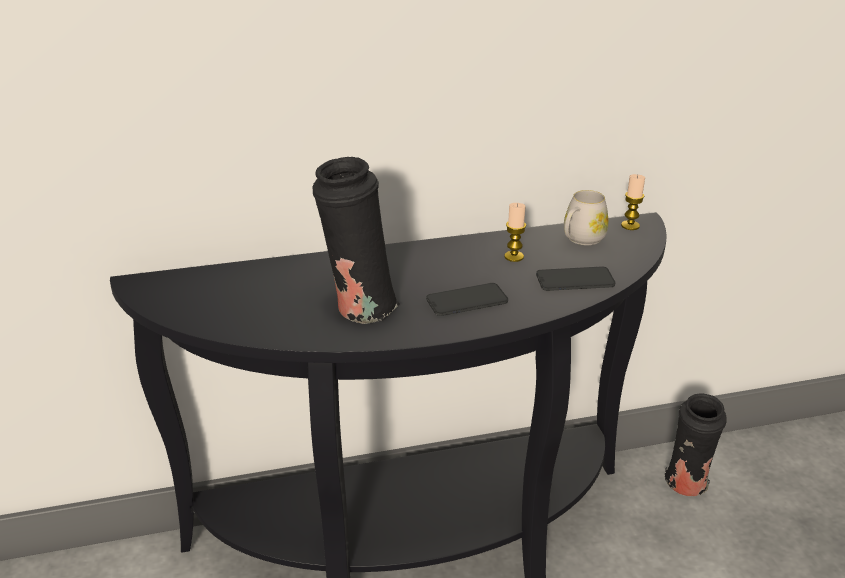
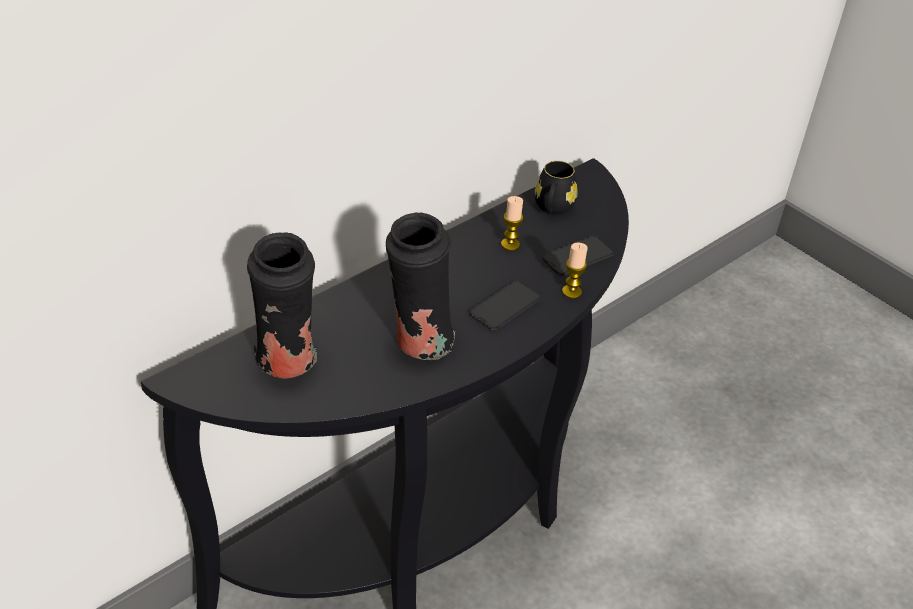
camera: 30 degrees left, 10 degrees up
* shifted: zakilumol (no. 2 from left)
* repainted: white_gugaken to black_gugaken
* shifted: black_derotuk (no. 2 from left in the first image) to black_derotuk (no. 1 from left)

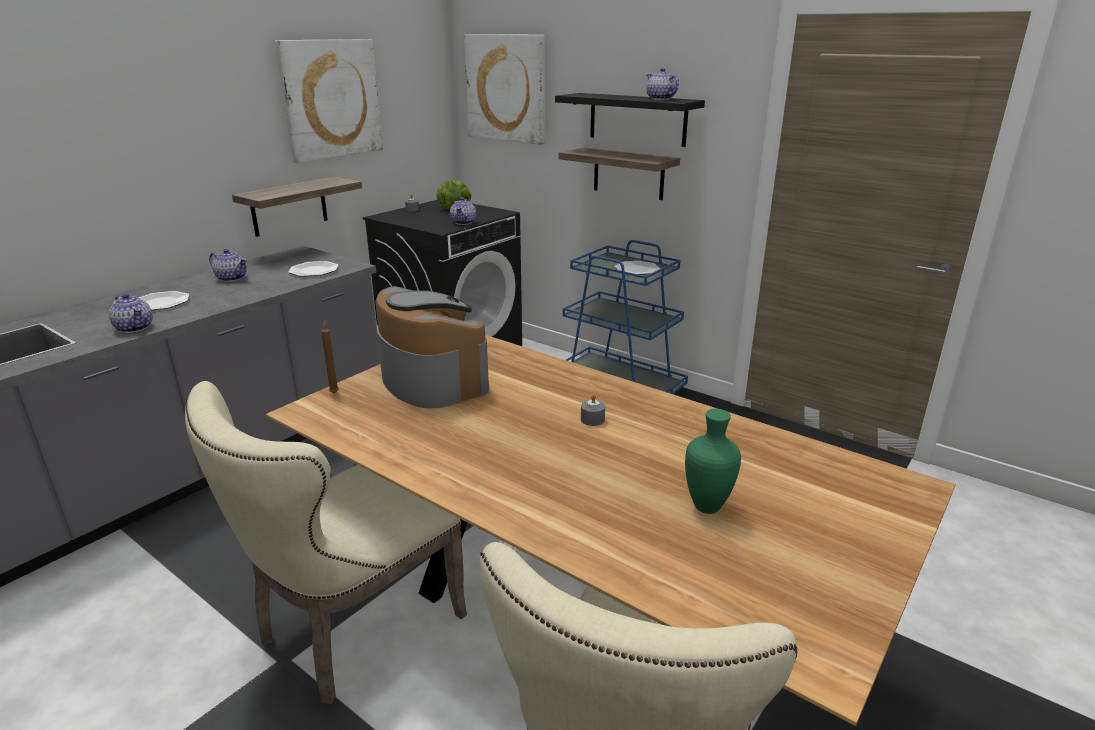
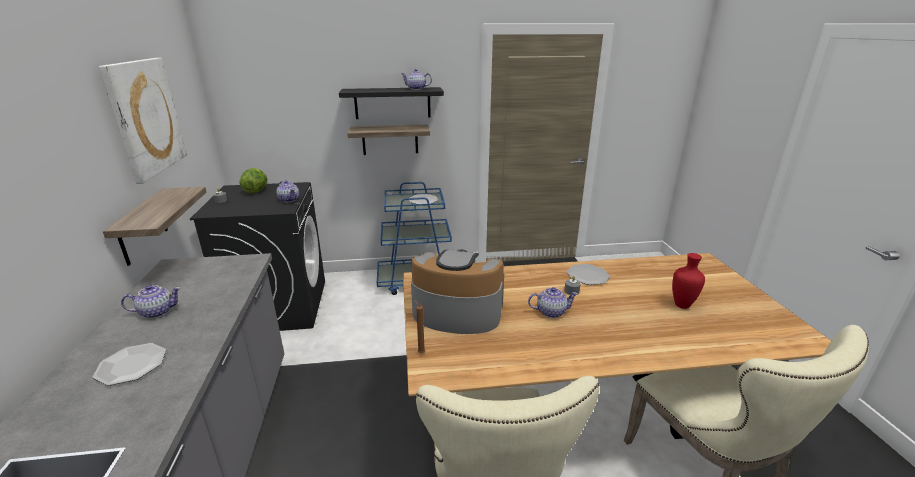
camera: 45 degrees left, 0 degrees up
* gone: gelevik (no. 2 from left)
* shifted: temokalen (no. 2 from left in the first image) to temokalen (no. 3 from left)
* shifted: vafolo (no. 1 from left in the first image) to vafolo (no. 4 from left)
* repainted: green_derotuk to red_derotuk

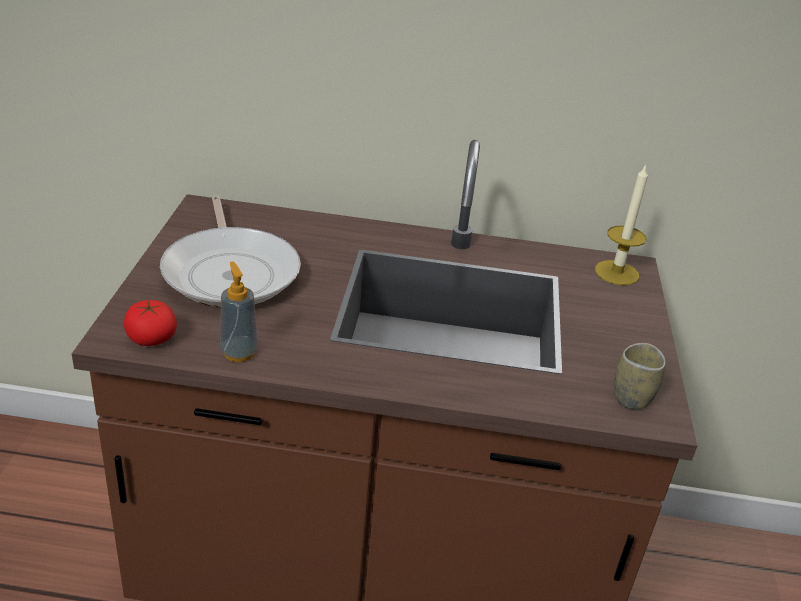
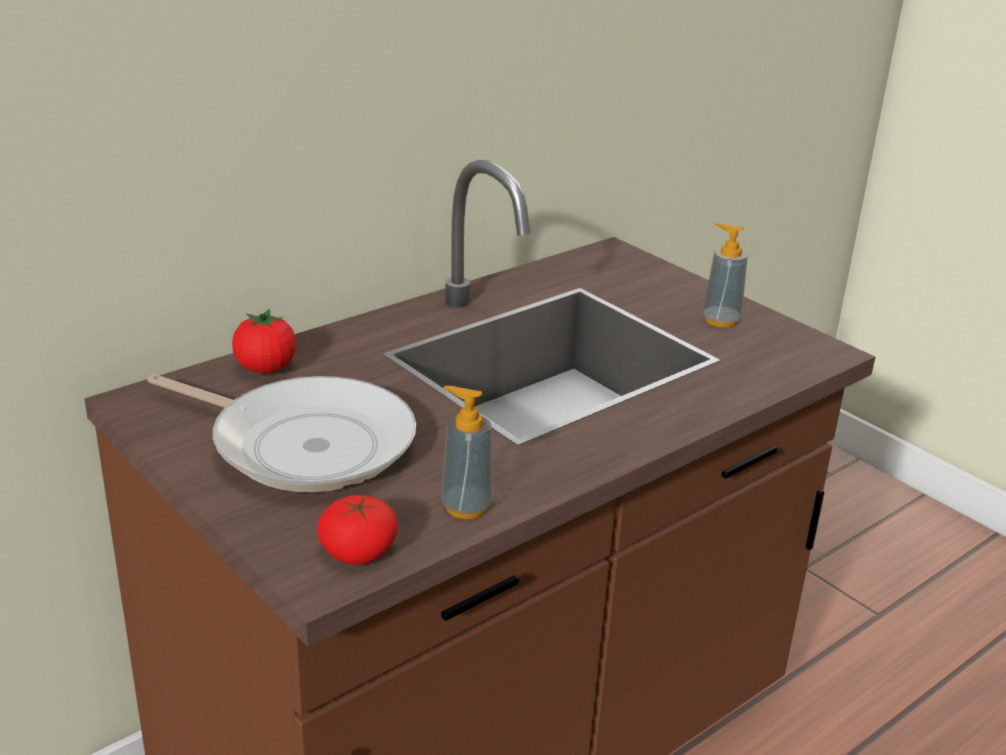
camera: 45 degrees left, 5 degrees down
* gone: zakilumol
* gone: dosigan
* new: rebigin (no. 2 from left)
* new: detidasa (no. 1 from left)

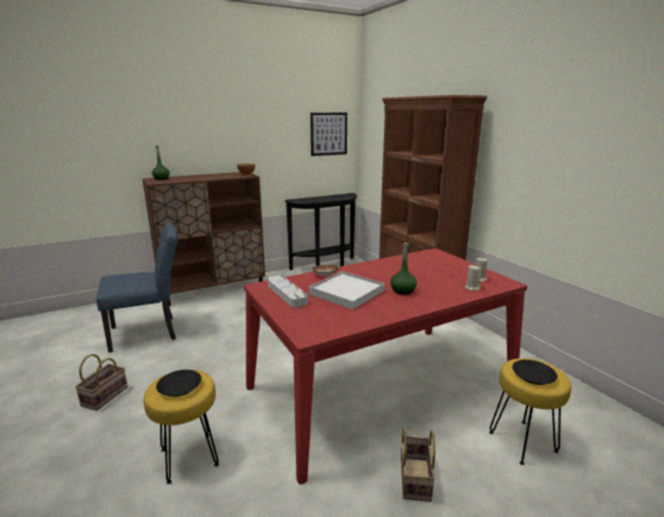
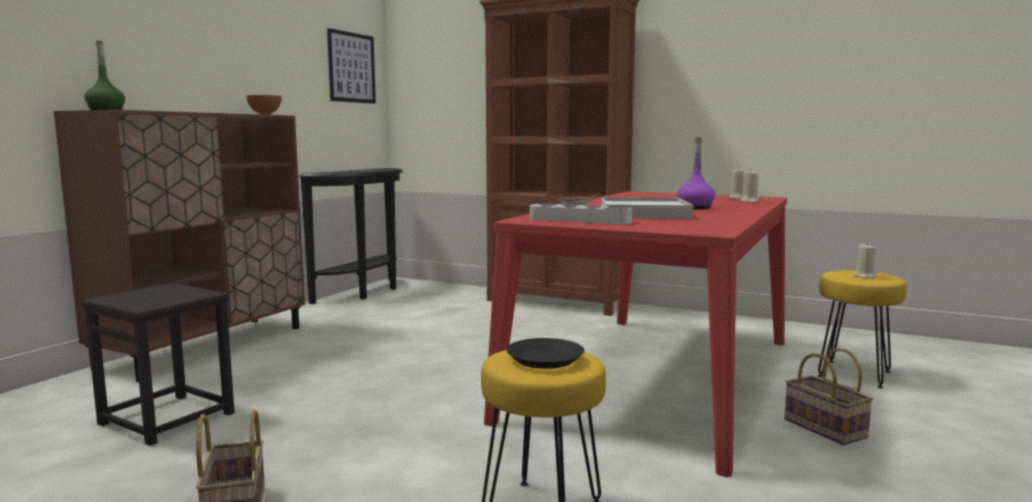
camera: 35 degrees left, 10 degrees down
* swapped: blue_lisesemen to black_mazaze
* repainted: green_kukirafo (no. 2 from left) to purple_kukirafo
* swapped: black_temokalen (no. 2 from left) to beige_zakilumol (no. 3 from left)

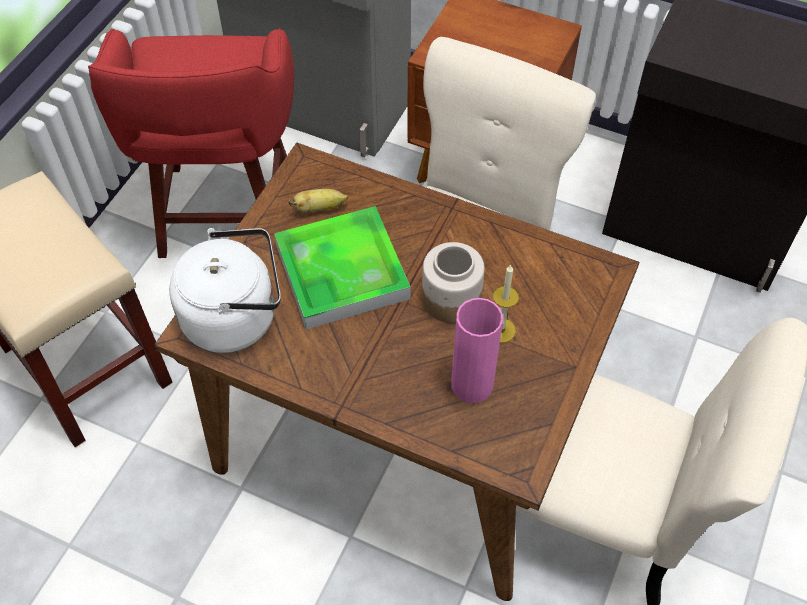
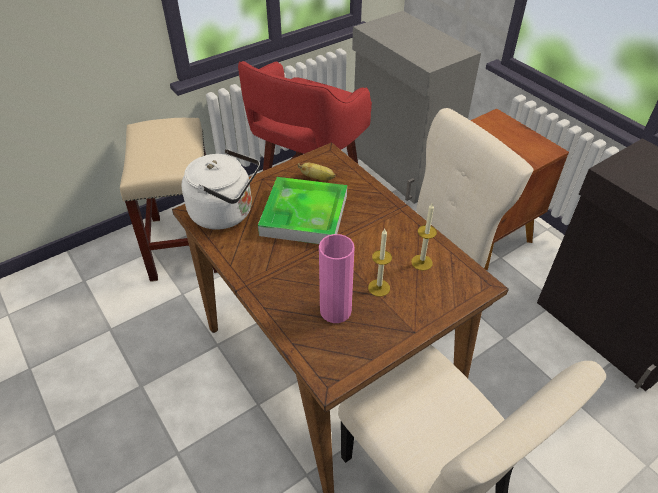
camera: 30 degrees right, 10 degrees down
* gone: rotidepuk
* new: zakilumol (no. 2 from left)

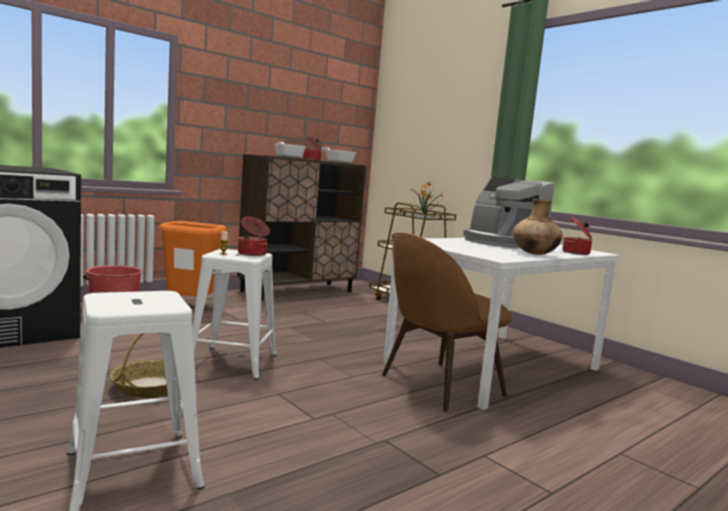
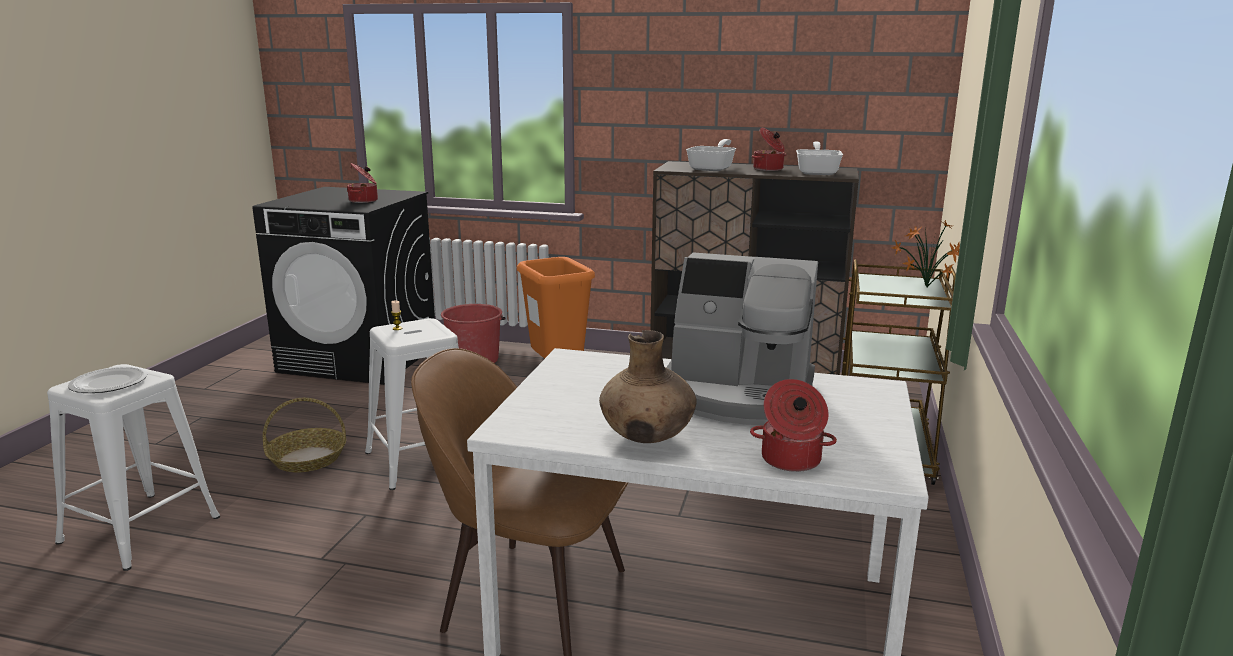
camera: 55 degrees right, 10 degrees up
* rotated: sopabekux 90 degrees counterclockwise
* shifted: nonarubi (no. 1 from left)
* new: temokalen

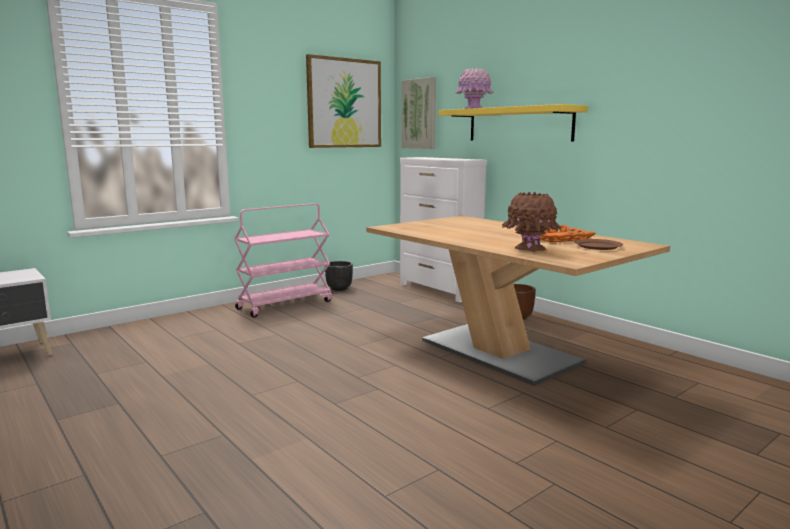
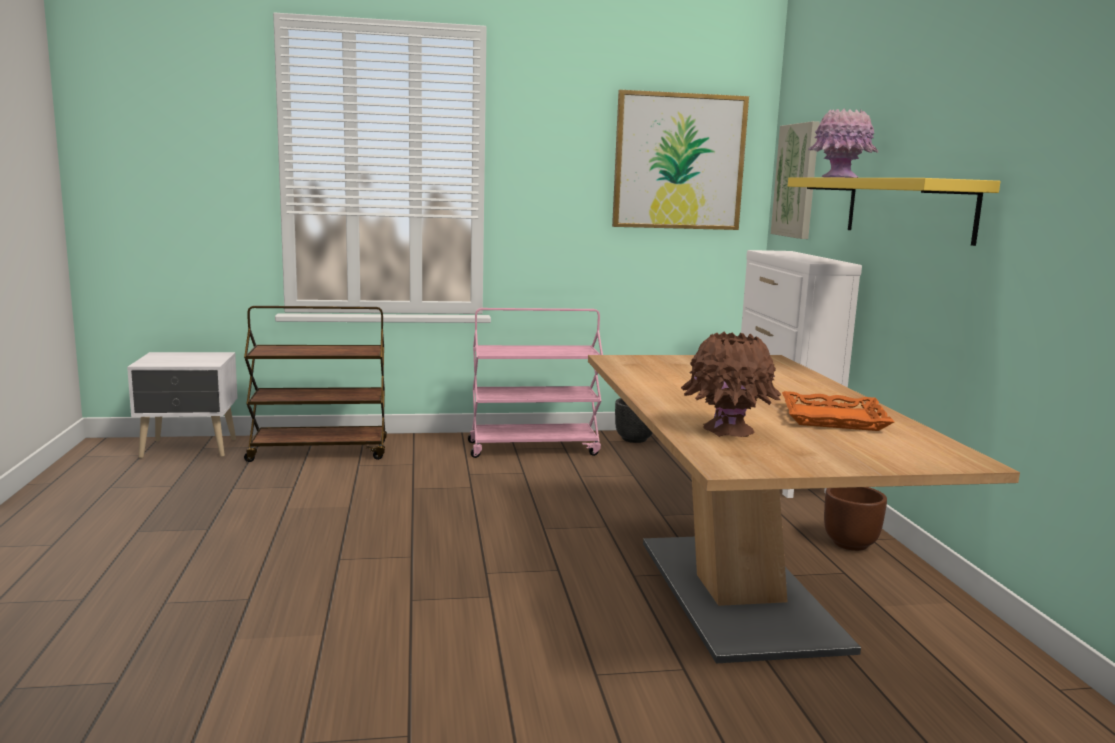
camera: 30 degrees right, 0 degrees up
* gone: brown_temokalen
* new: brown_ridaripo

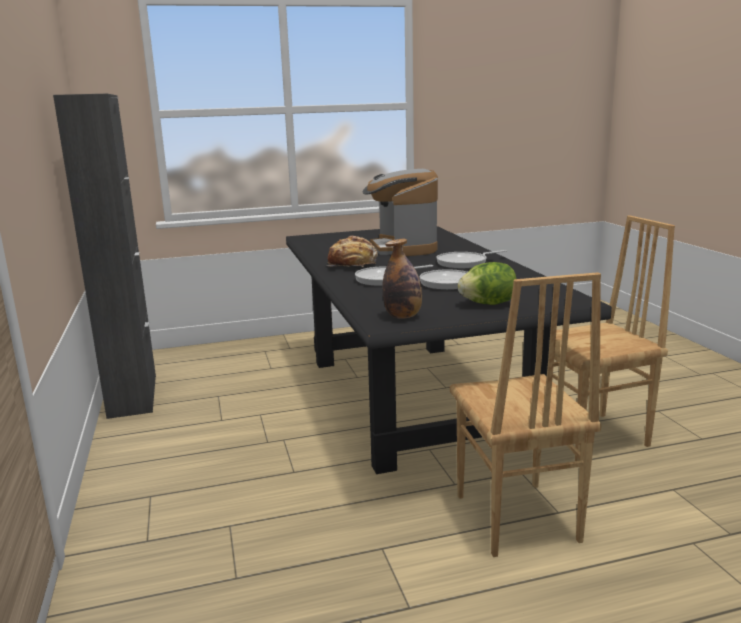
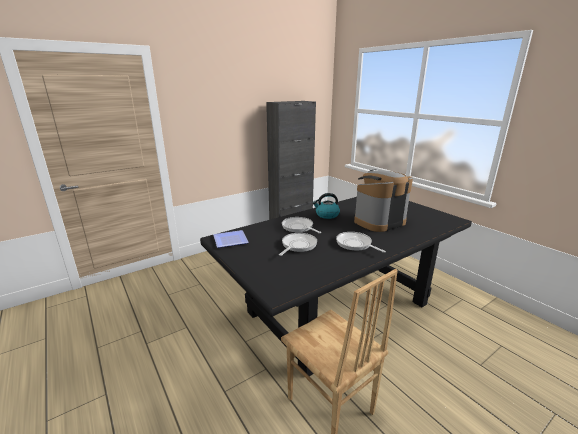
camera: 70 degrees right, 5 degrees up
* swapped: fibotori to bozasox
* swapped: kukirafo to temokalen
* gone: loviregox
* gone: brown_lisesemen (no. 1 from left)

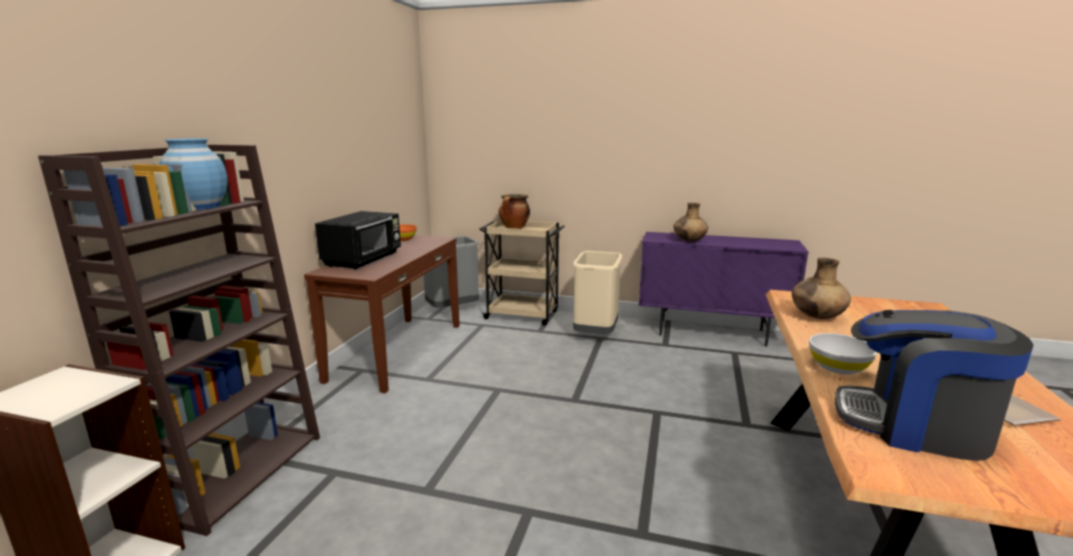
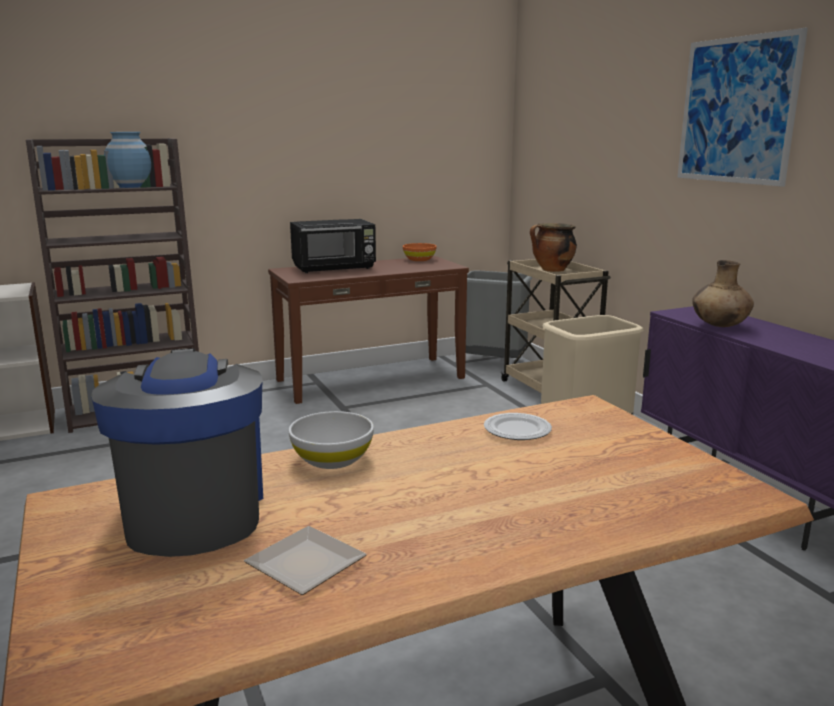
camera: 50 degrees right, 0 degrees up
* swapped: brown_derotuk (no. 2 from left) to temokalen (no. 2 from left)
* new: gelevik

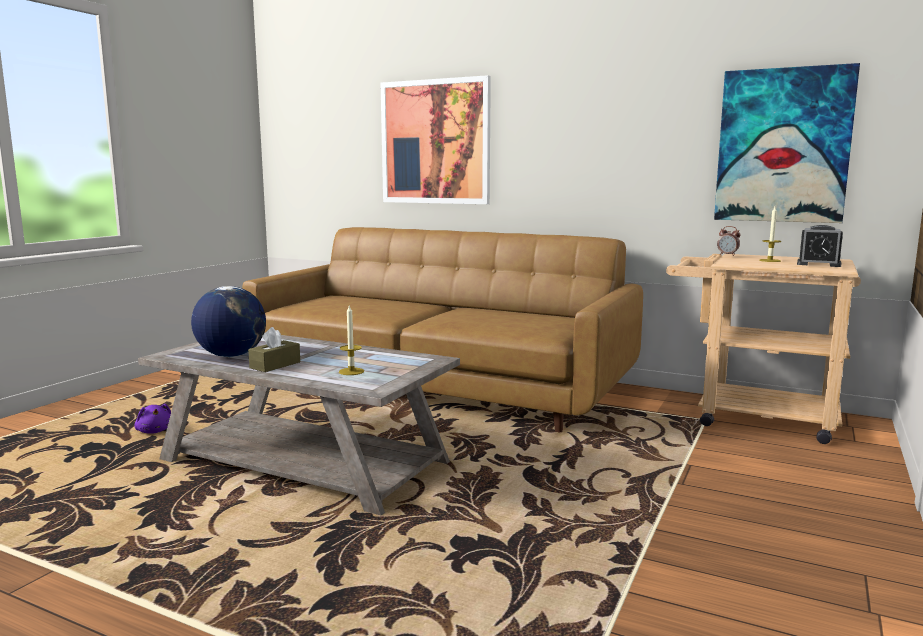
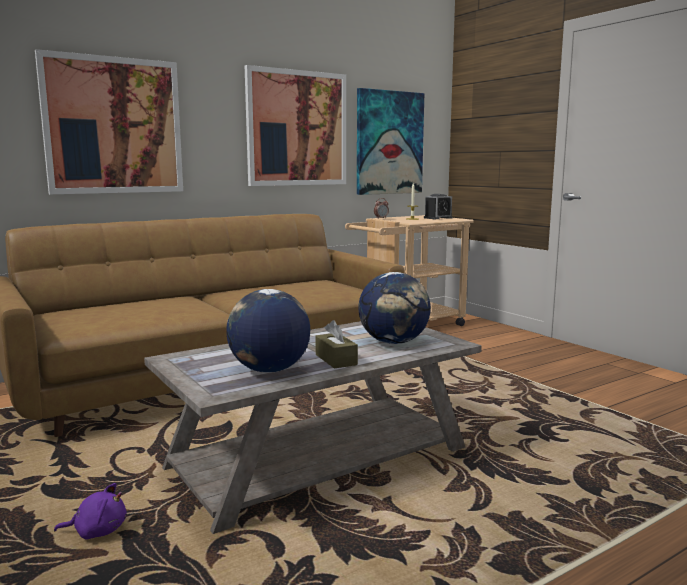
camera: 60 degrees left, 0 degrees up
* swapped: zakilumol (no. 1 from left) to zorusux (no. 2 from left)
* new: gelevik (no. 2 from left)

